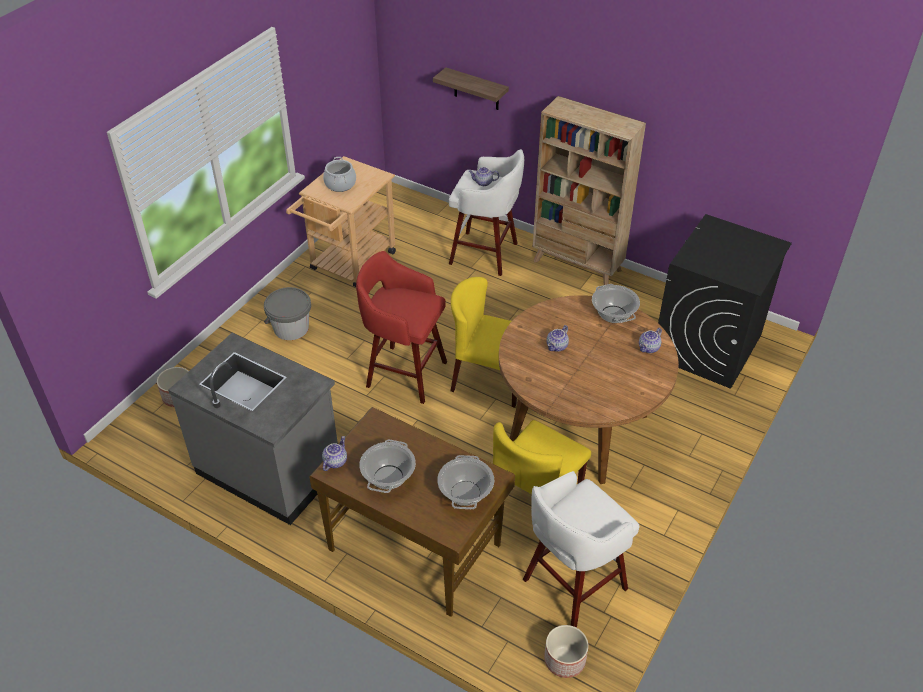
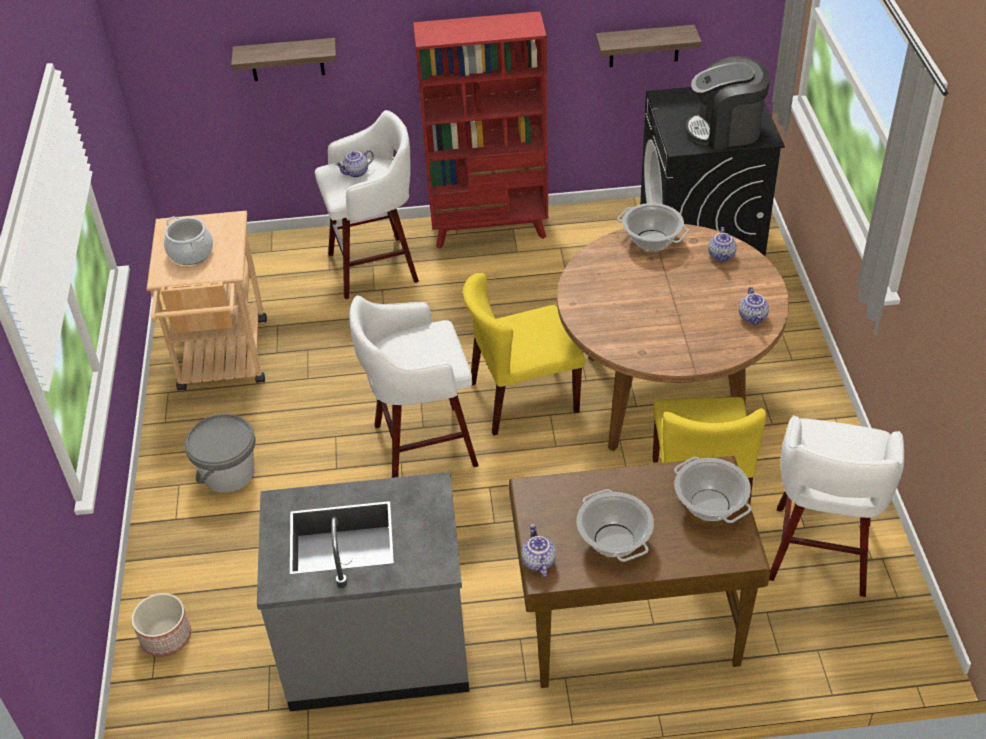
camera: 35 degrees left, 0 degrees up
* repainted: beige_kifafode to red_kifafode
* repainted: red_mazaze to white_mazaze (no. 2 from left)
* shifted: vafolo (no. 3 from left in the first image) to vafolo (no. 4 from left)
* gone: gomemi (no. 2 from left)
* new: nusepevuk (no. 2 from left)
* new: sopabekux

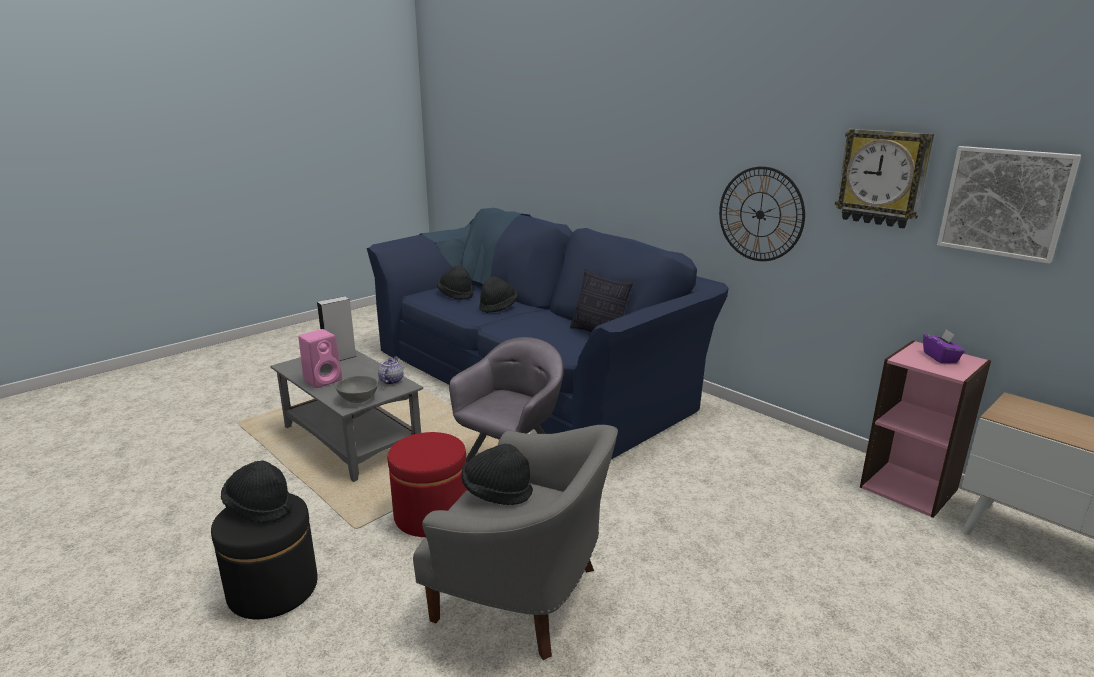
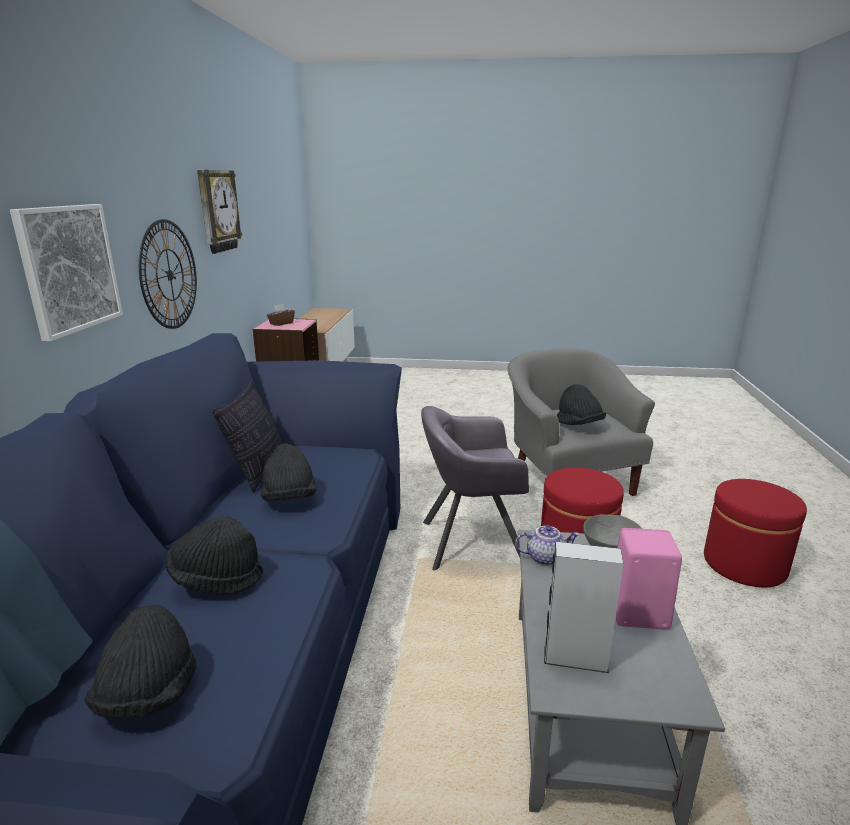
camera: 130 degrees left, 0 degrees up
* shifted: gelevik
* repainted: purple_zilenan to brown_zilenan
* rotated: vafolo 150 degrees counterclockwise
* shifted: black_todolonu (no. 1 from left in the first image) to black_todolonu (no. 3 from left)
* repainted: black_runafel to red_runafel (no. 2 from left)

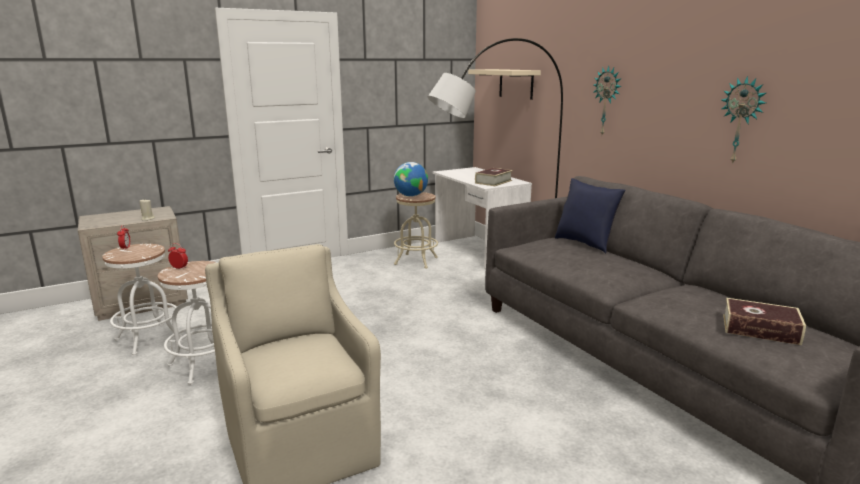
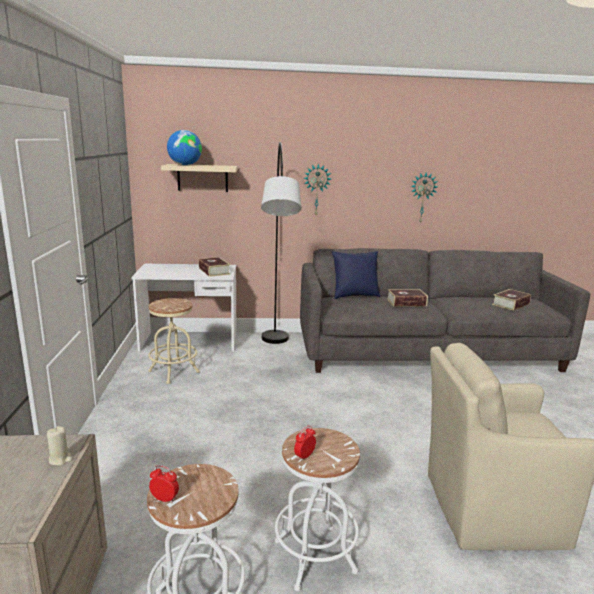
camera: 65 degrees left, 0 degrees up
* shifted: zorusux
* new: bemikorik (no. 2 from left)

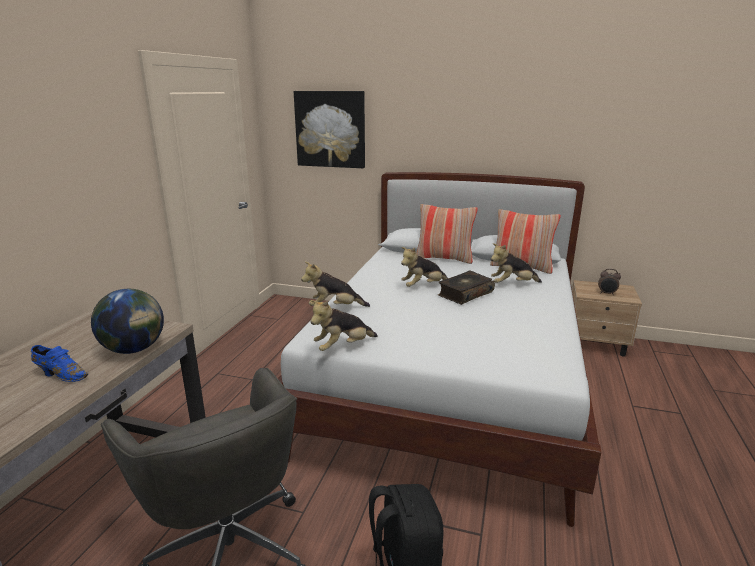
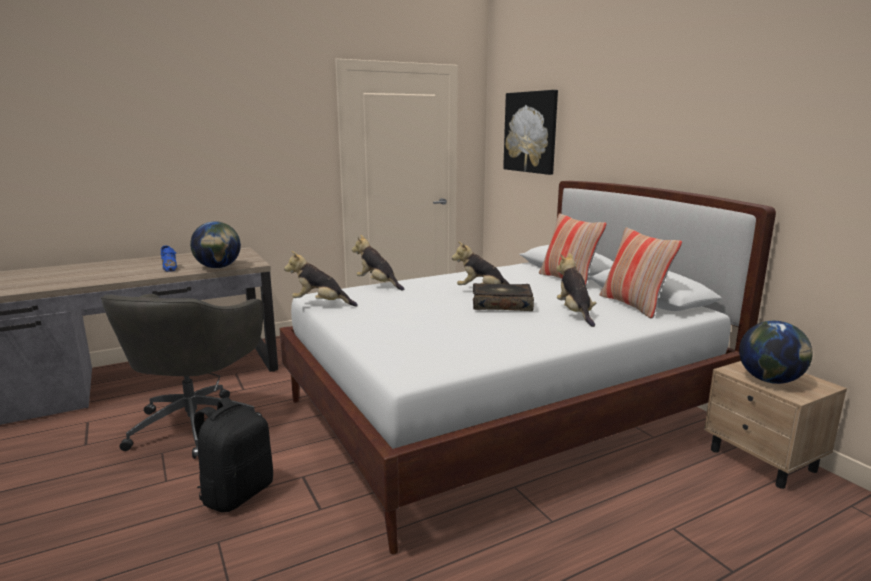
camera: 45 degrees right, 5 degrees down
* rotated: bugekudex (no. 4 from left) 45 degrees clockwise
* swapped: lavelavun to zorusux (no. 2 from left)

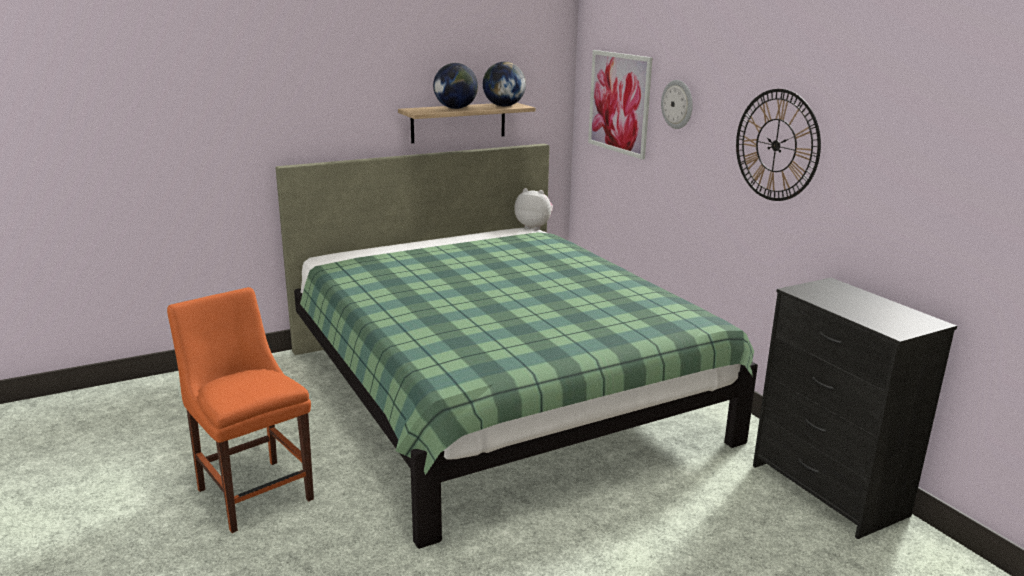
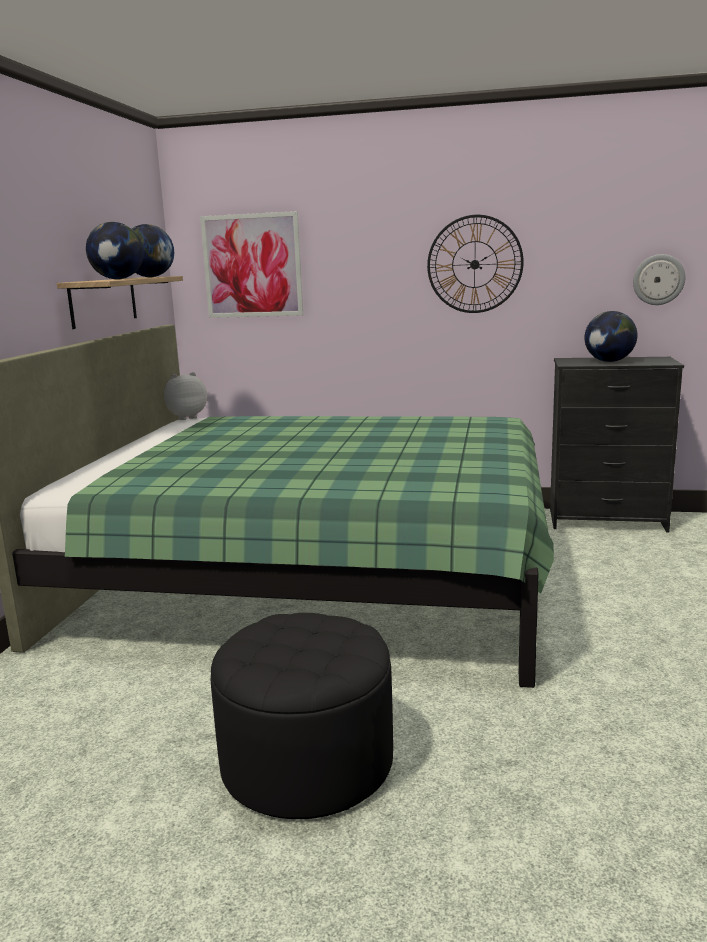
camera: 50 degrees left, 5 degrees down
* shifted: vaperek (no. 1 from left in the first image) to vaperek (no. 2 from left)
* swapped: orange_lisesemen to black_runafel
* new: zorusux (no. 3 from left)

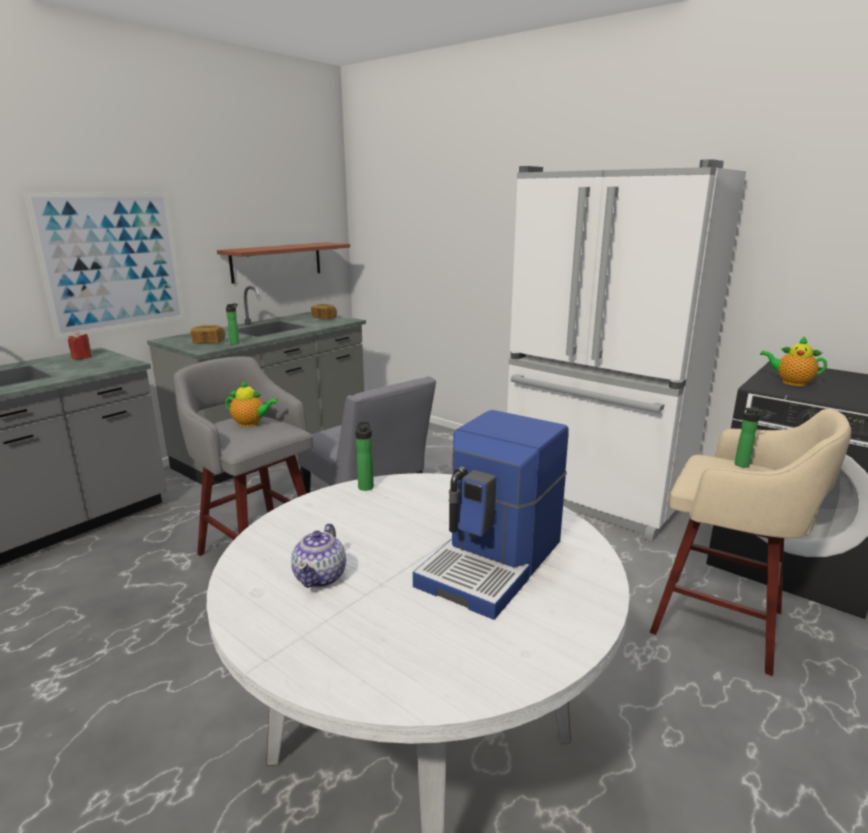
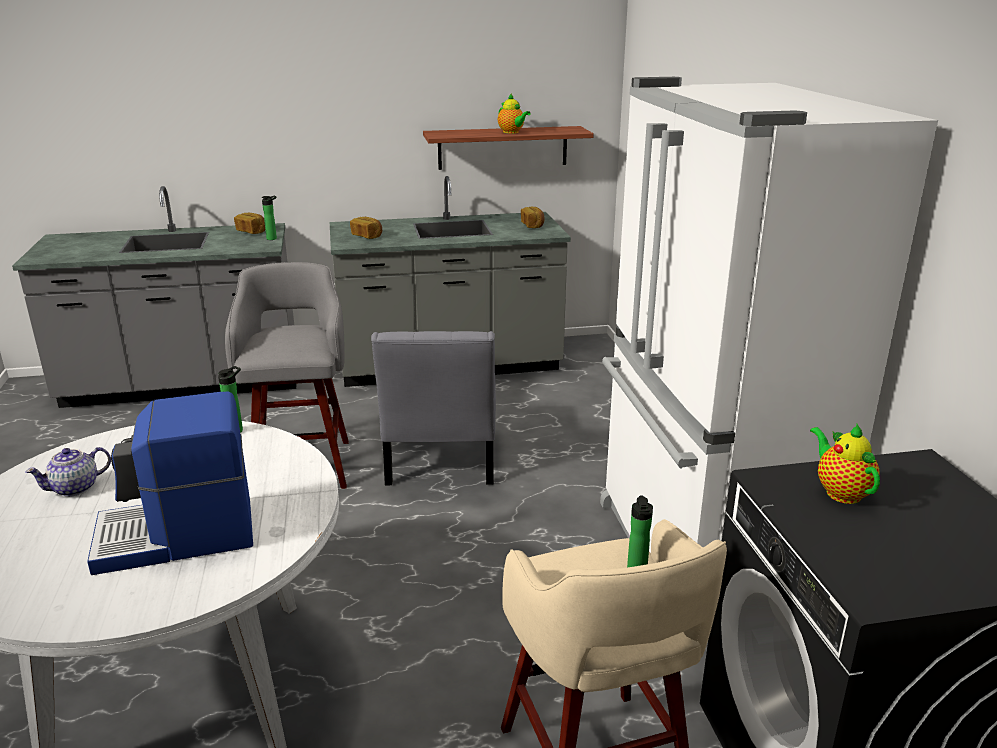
camera: 40 degrees right, 5 degrees up
* gone: gelevik
* shifted: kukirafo (no. 1 from left in the first image) to kukirafo (no. 2 from left)
* swapped: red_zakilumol to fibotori (no. 1 from left)
* shifted: vafolo (no. 1 from left in the first image) to vafolo (no. 2 from left)

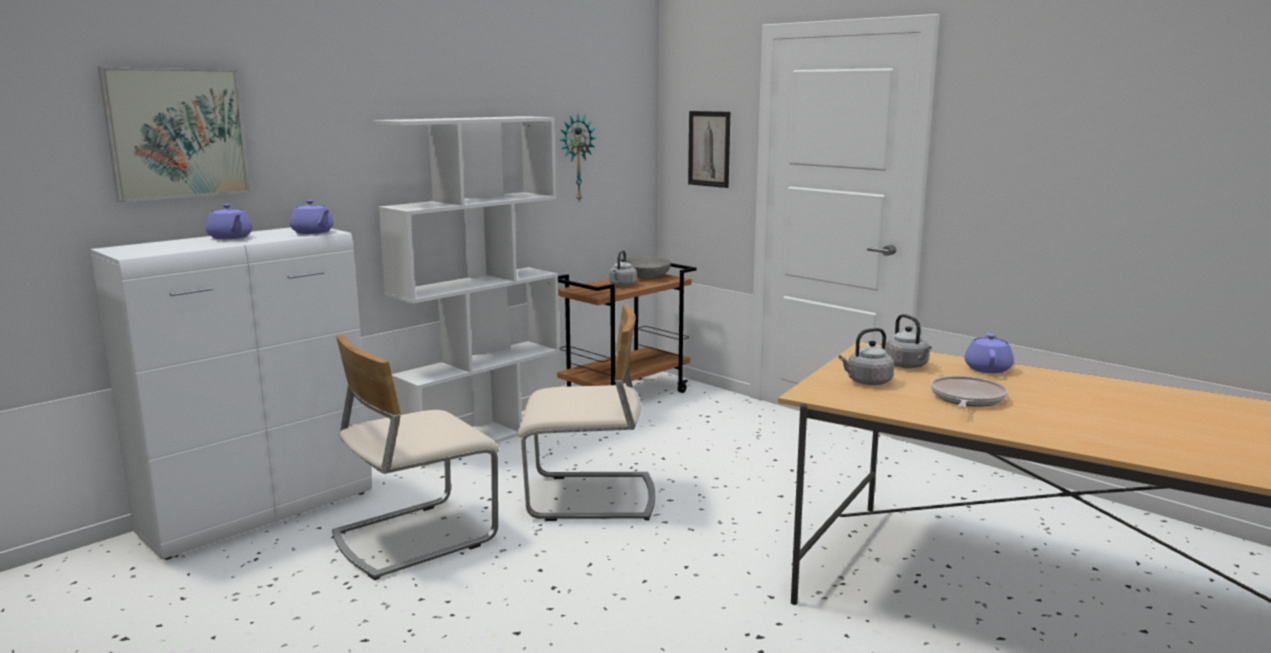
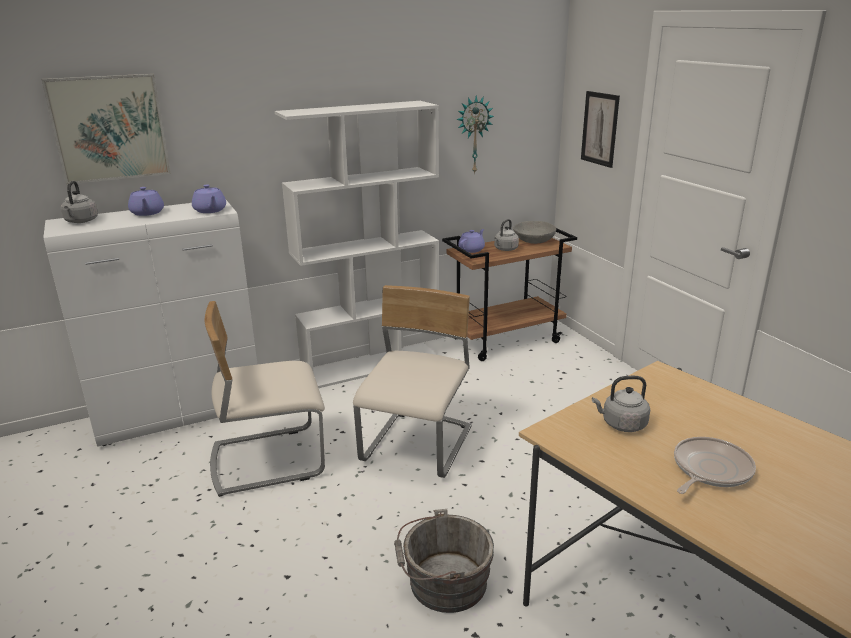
camera: 20 degrees right, 10 degrees up
* rotated: beige_lisesemen (no. 2 from left) 90 degrees counterclockwise
* shifted: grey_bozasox (no. 3 from left in the first image) to grey_bozasox (no. 1 from left)
* shifted: purple_vafolo (no. 3 from left)
* new: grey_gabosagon

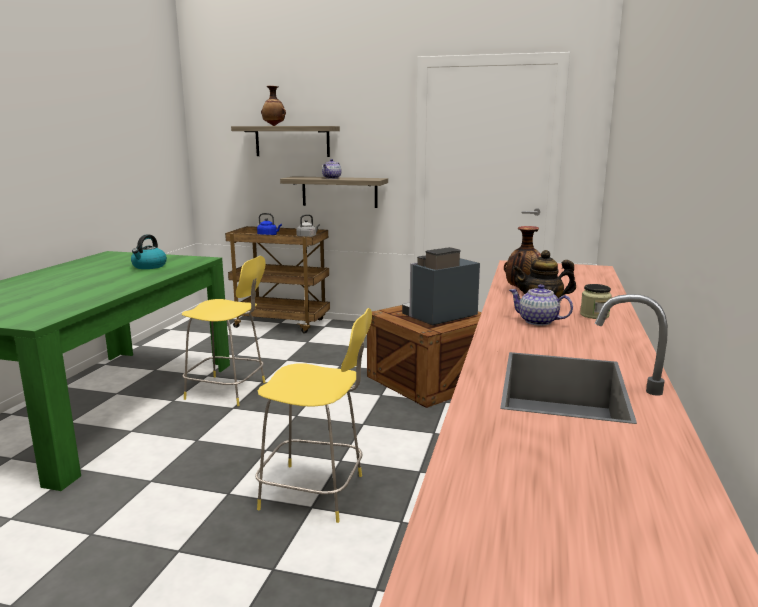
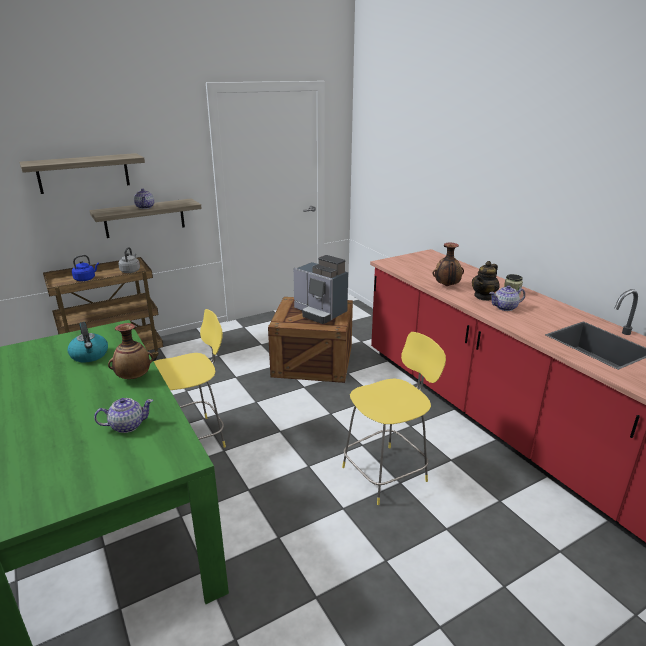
camera: 45 degrees left, 10 degrees up
* shifted: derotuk (no. 1 from left)
* rotated: sopabekux 60 degrees counterclockwise
* new: vafolo (no. 1 from left)

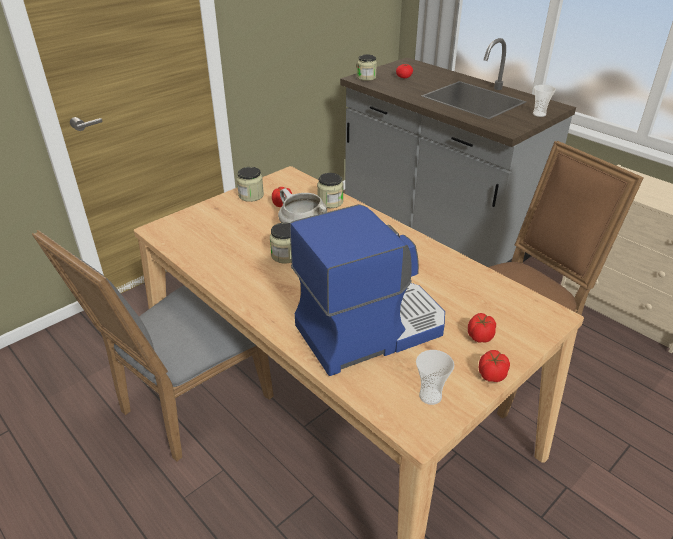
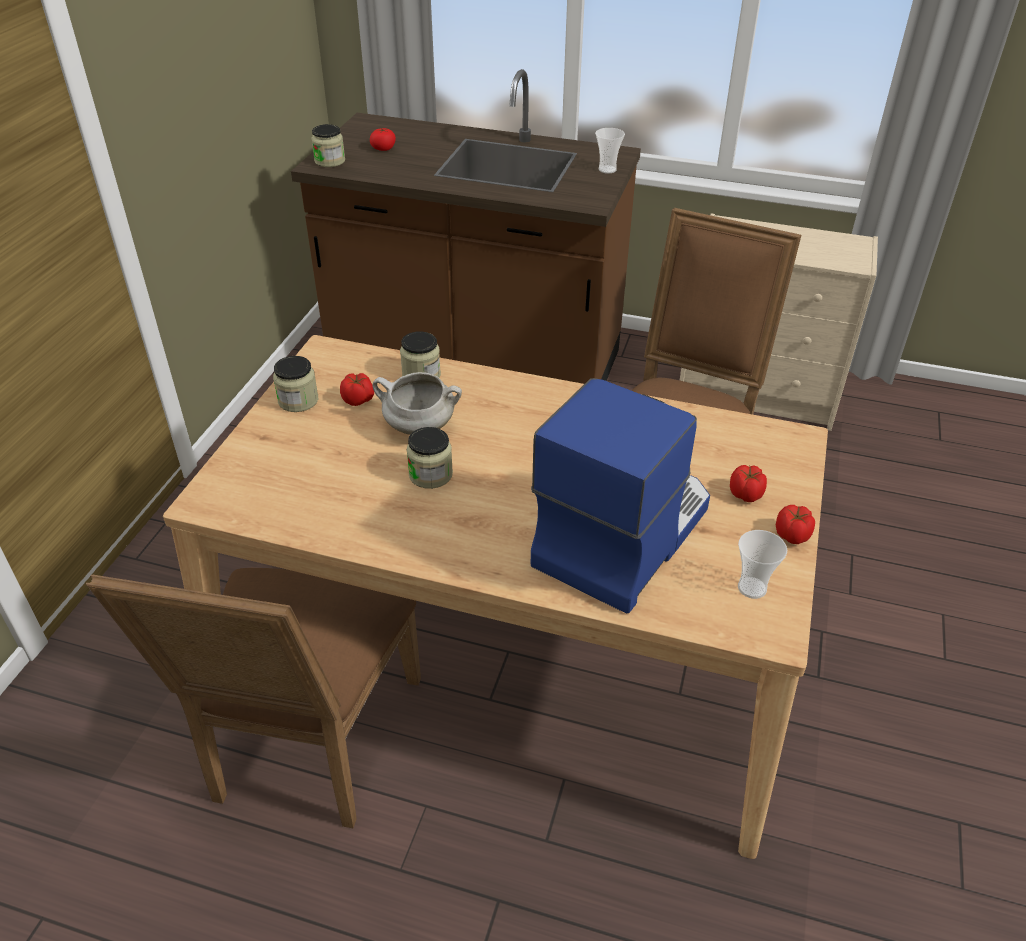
camera: 30 degrees left, 5 degrees up
* repainted: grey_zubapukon to brown_zubapukon
* repainted: grey_lisesemen to brown_lisesemen (no. 1 from left)

